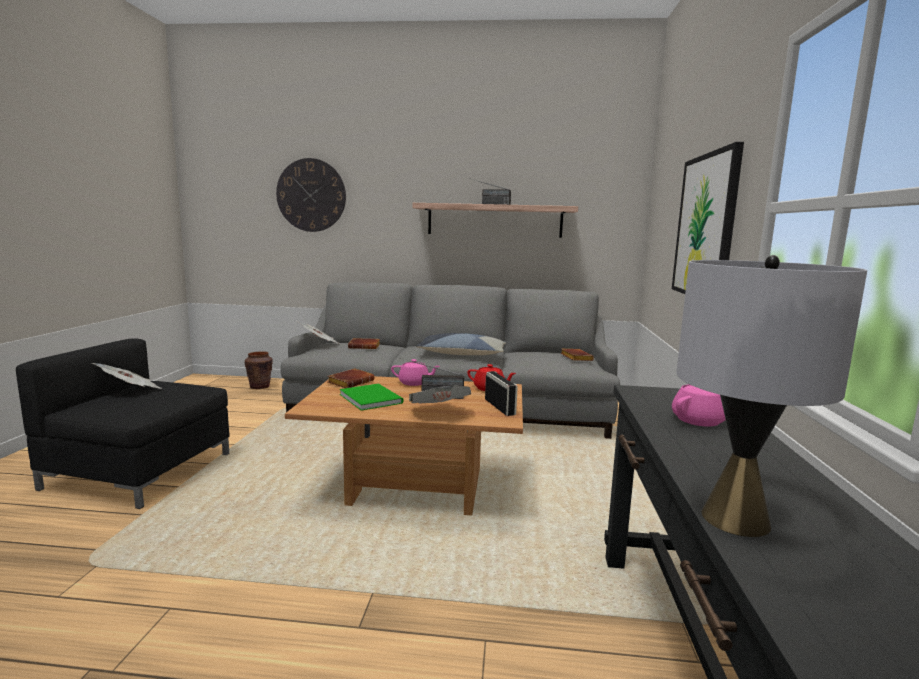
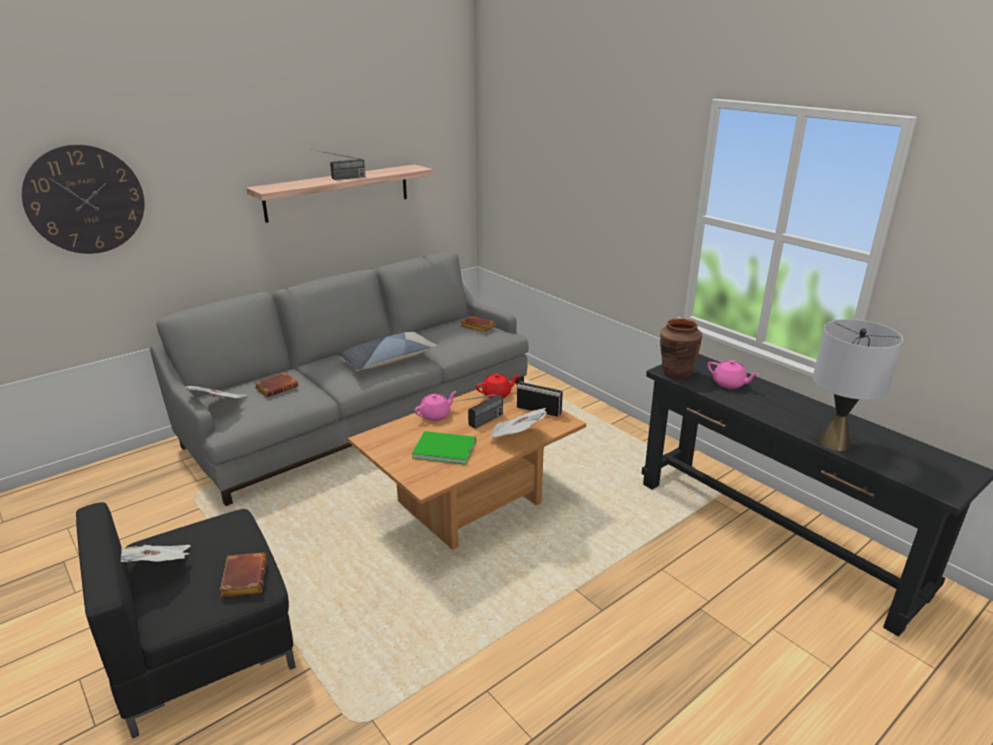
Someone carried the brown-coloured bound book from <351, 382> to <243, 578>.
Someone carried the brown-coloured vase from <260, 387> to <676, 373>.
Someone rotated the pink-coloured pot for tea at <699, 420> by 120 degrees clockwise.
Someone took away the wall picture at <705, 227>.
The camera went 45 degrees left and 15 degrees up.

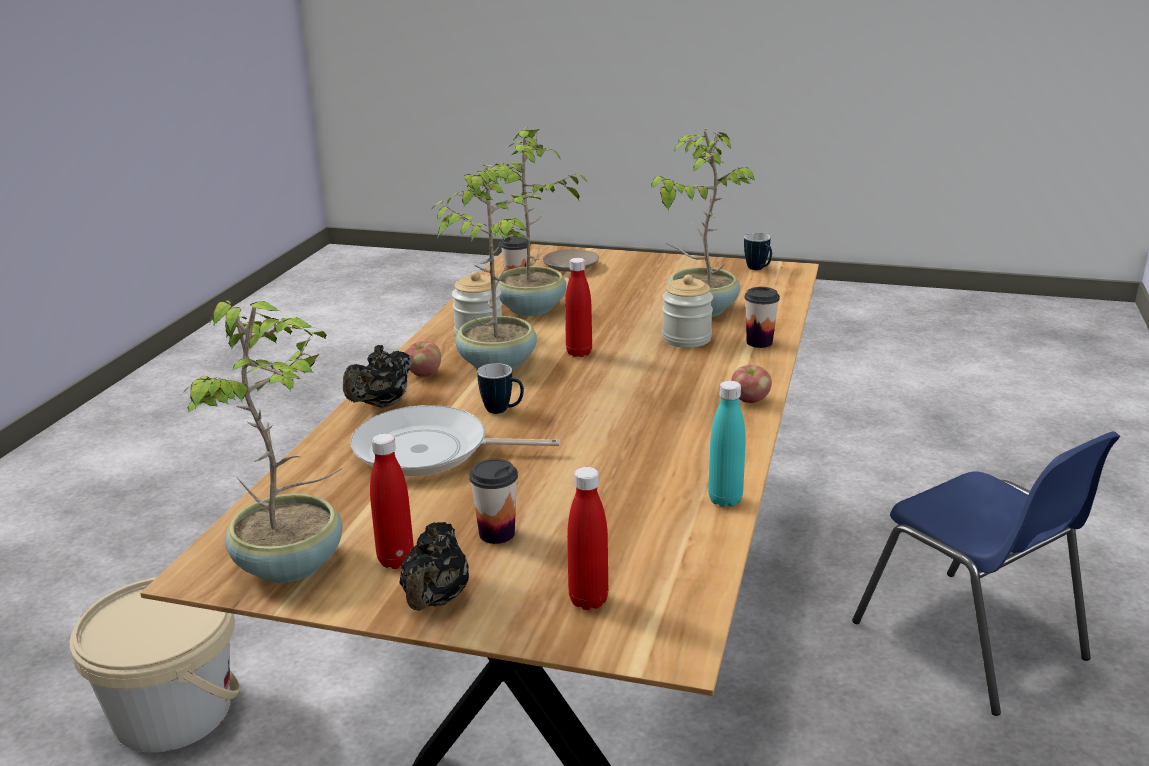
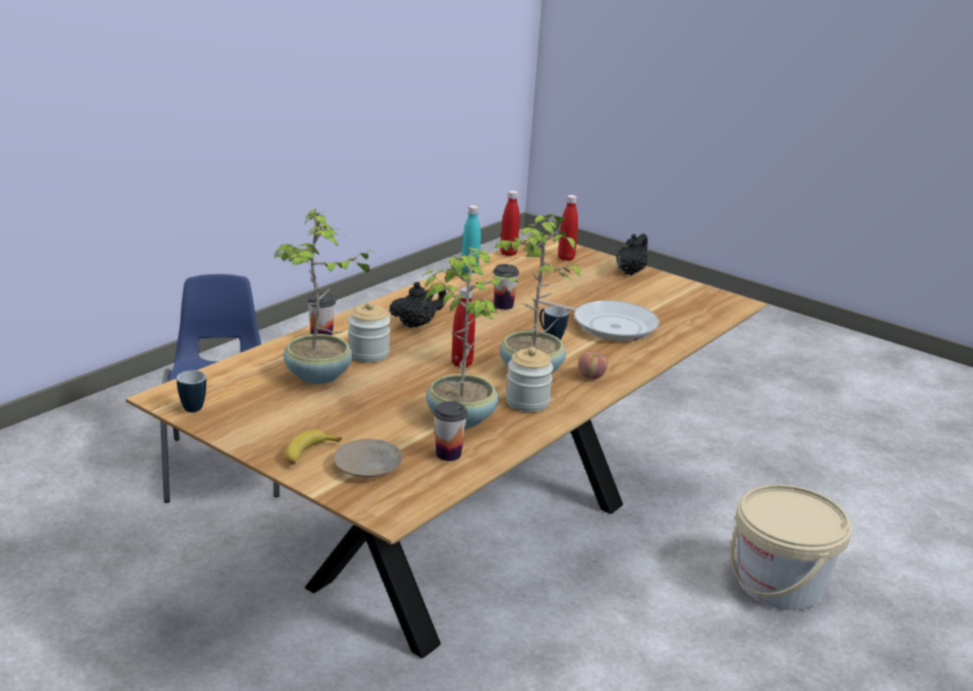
Someone put down the banana at <308, 454>.
Someone carried the blackish pot for tea from <382, 404> to <417, 324>.
Someone carried the drinking cup from <497, 534> to <503, 305>.
Someone carried the reddish drink bottle from <396, 560> to <508, 253>.
Someone took away the potted plant at <292, 564>.
Someone took away the apple at <750, 400>.
The camera went 160 degrees left and 0 degrees up.

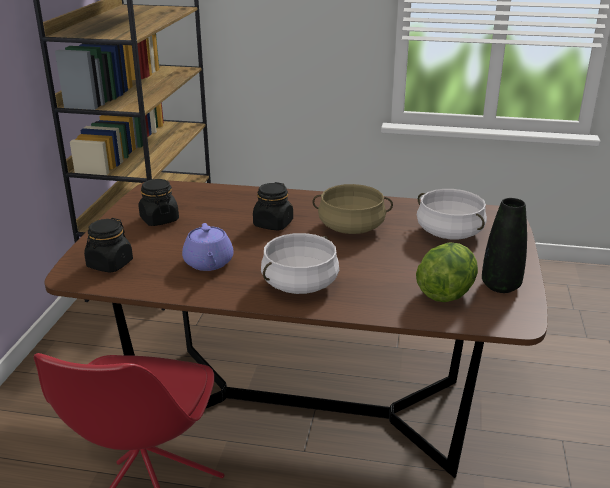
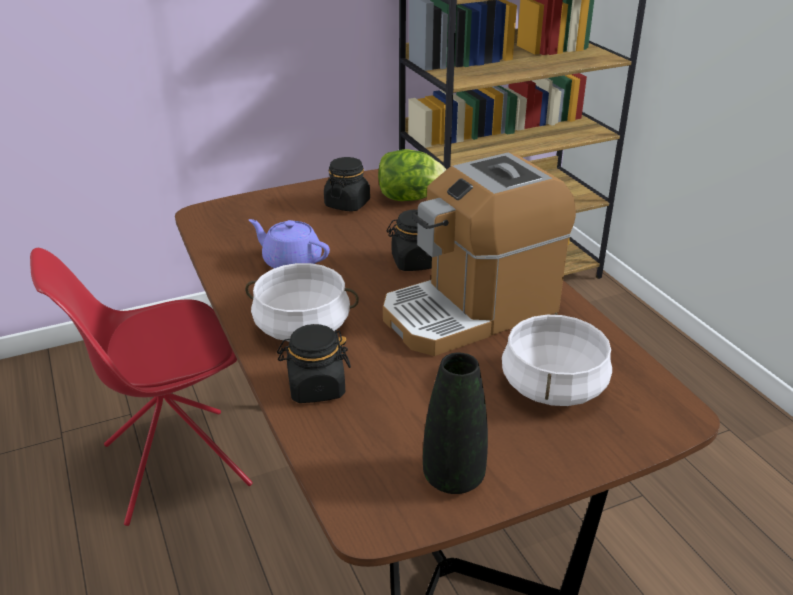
Someone rotated the purplish pot for tea at <208, 263> by 75 degrees clockwise.
Someone carried the blackish jar from <110, 264> to <316, 388>.
Someone carried the head of lettuce from <446, 293> to <409, 198>.
Someone swapped the beige stockpot at <351, 227> for the coffee brewer at <471, 311>.
The camera went 55 degrees right and 5 degrees up.

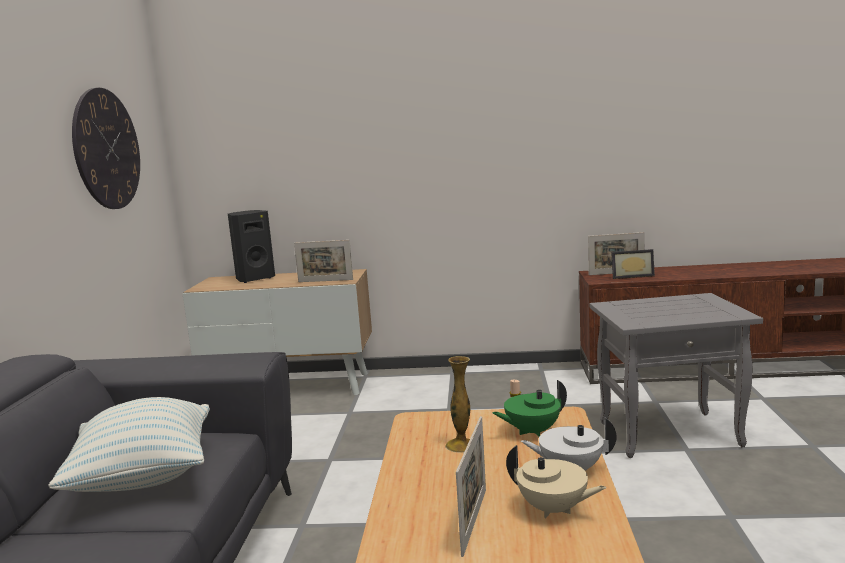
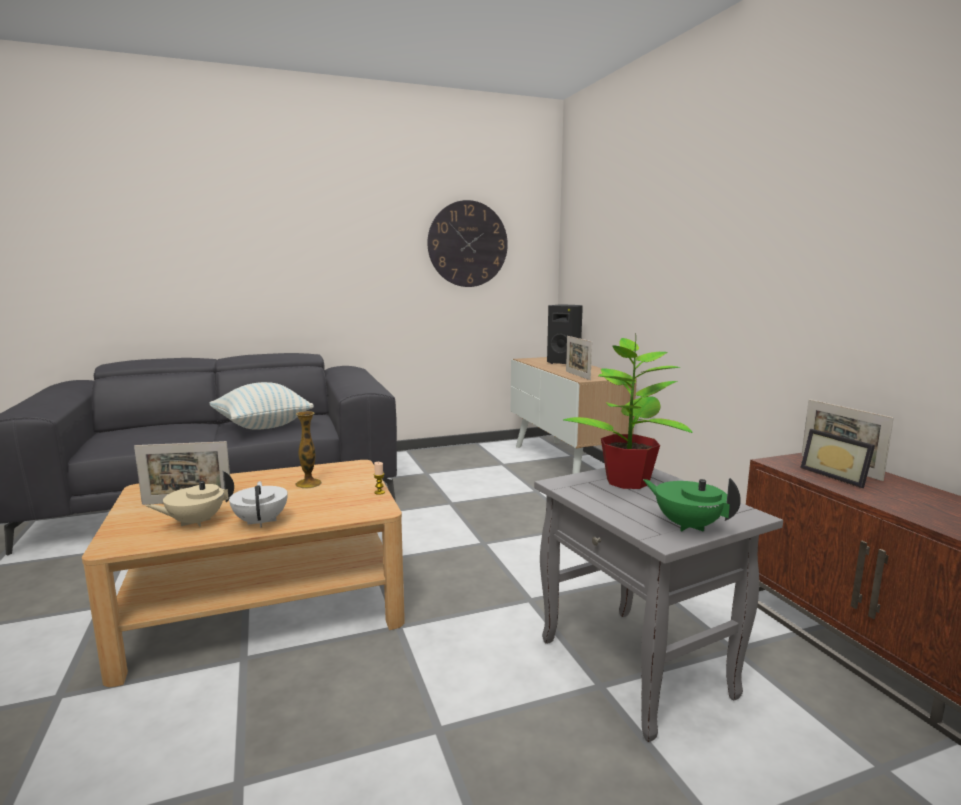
Someone rotated the beige pot for tea at <553, 509> by 45 degrees clockwise.
Someone put down the potted plant at <627, 482>.
Someone carried the green pot for tea from <531, 431> to <687, 525>.
The camera went 65 degrees right and 0 degrees up.

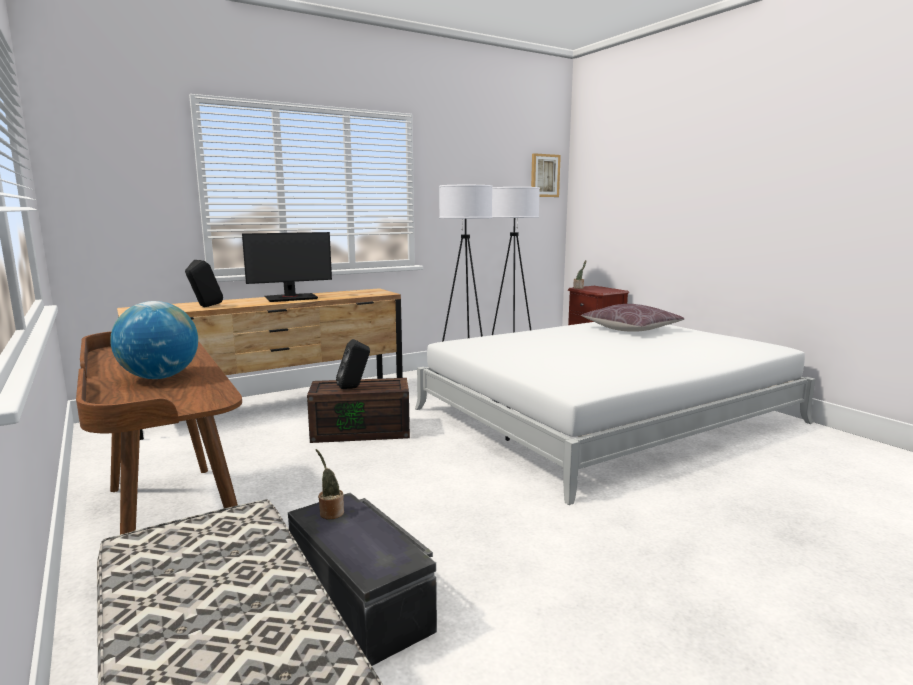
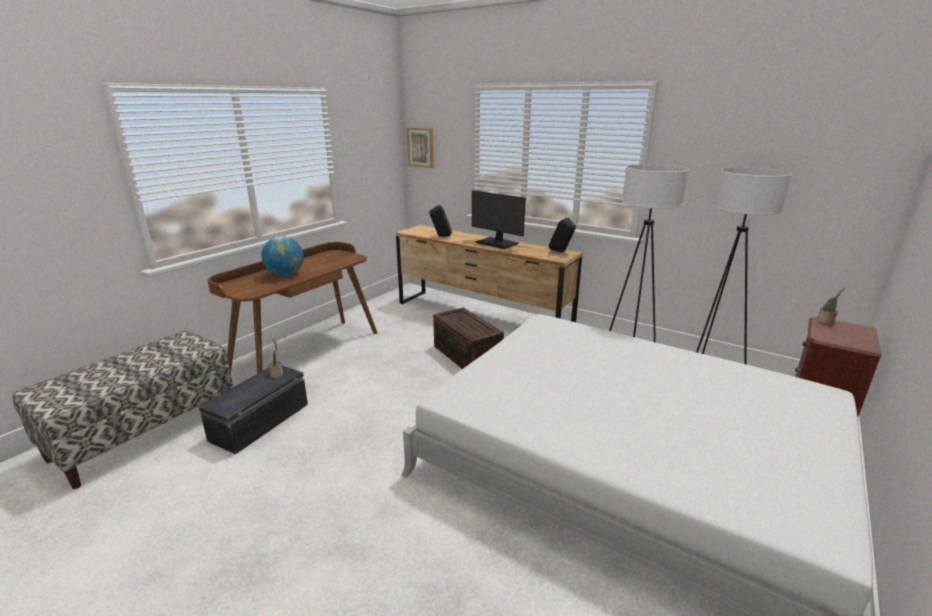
Someone carried the wall picture from <544, 175> to <421, 147>.
Someone carried the blackish loudspeaker from <354, 388> to <561, 252>.
Someone took away the brown-coloured cushion at <631, 329>.
The camera went 65 degrees right and 10 degrees up.

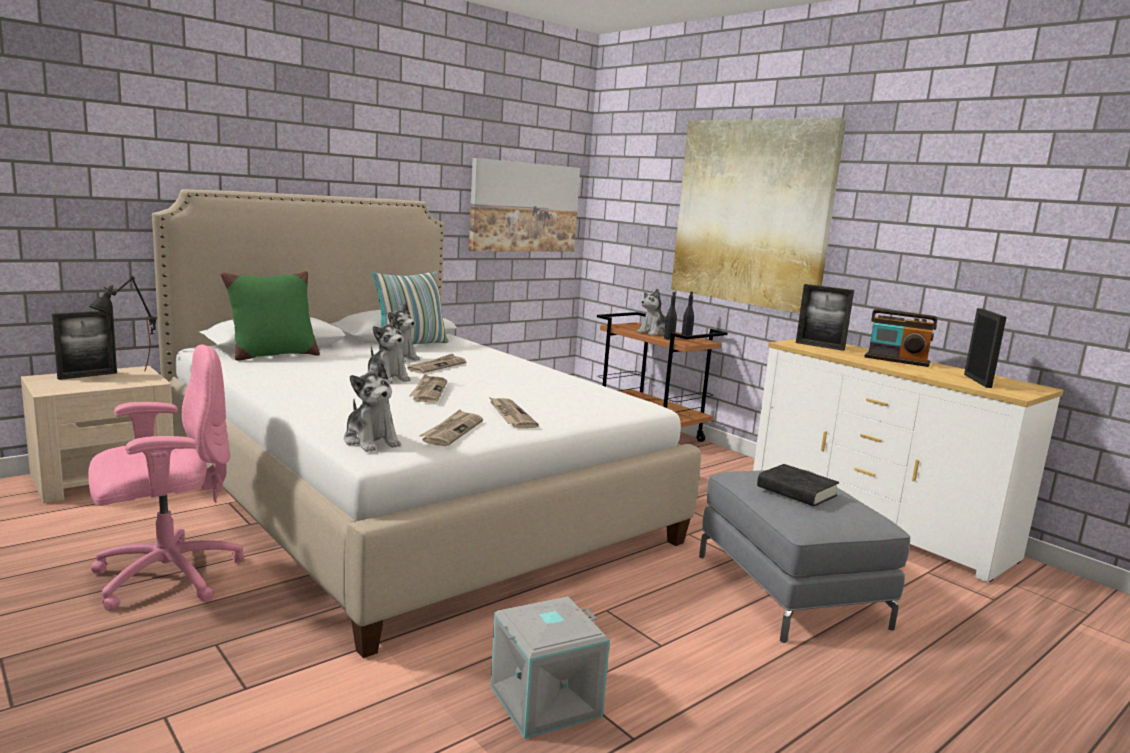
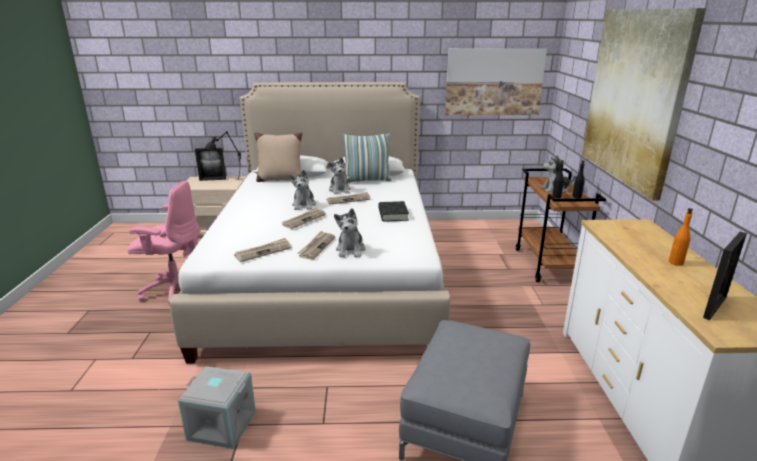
Someone repainted the green cushion at <272, 355>, which became the beige cushion at <280, 180>.
Someone carried the plush toy from <371, 441> to <350, 250>.
Someone carried the blackish bound book from <796, 491> to <393, 214>.
Someone swapped the radio receiver at <896, 360> for the orangey drink bottle at <675, 262>.
Someone took away the picture frame at <819, 346>.
The camera went 40 degrees right and 10 degrees up.

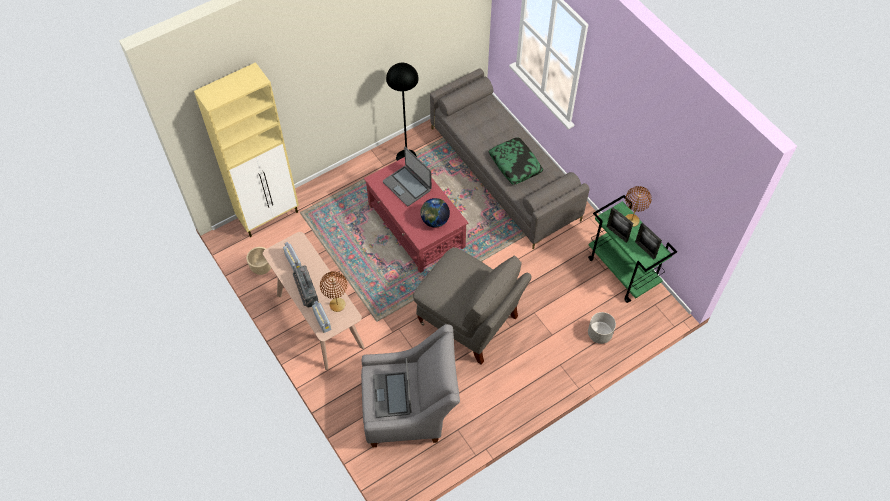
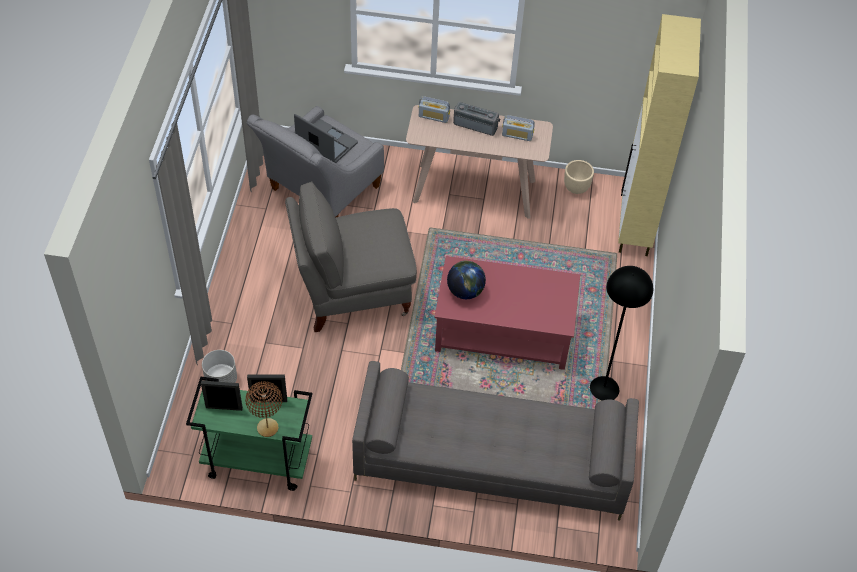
Someone took away the brown-coloured lamp for a table at <337, 305>.
Someone took away the laptop at <407, 186>.
Someone took away the cushion at <515, 164>.
The camera went 130 degrees right and 5 degrees down.

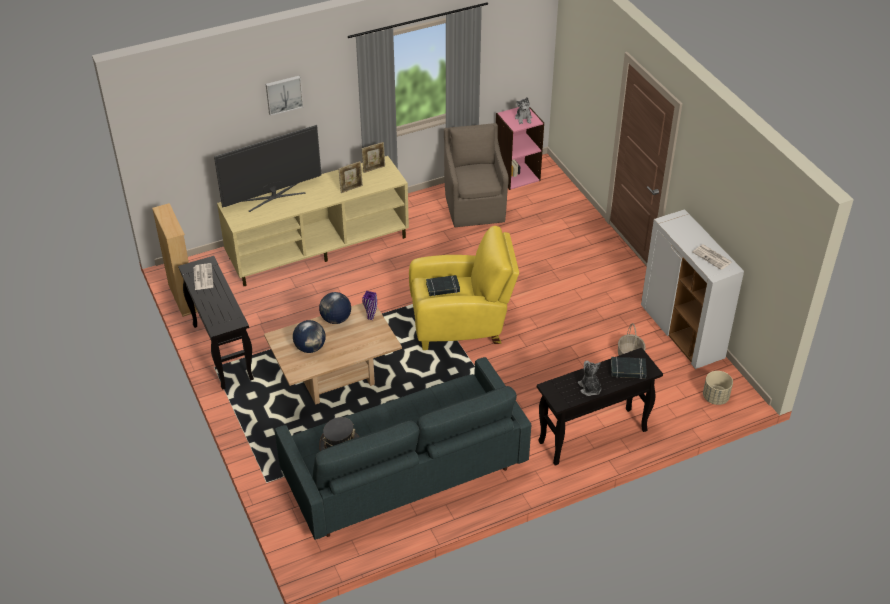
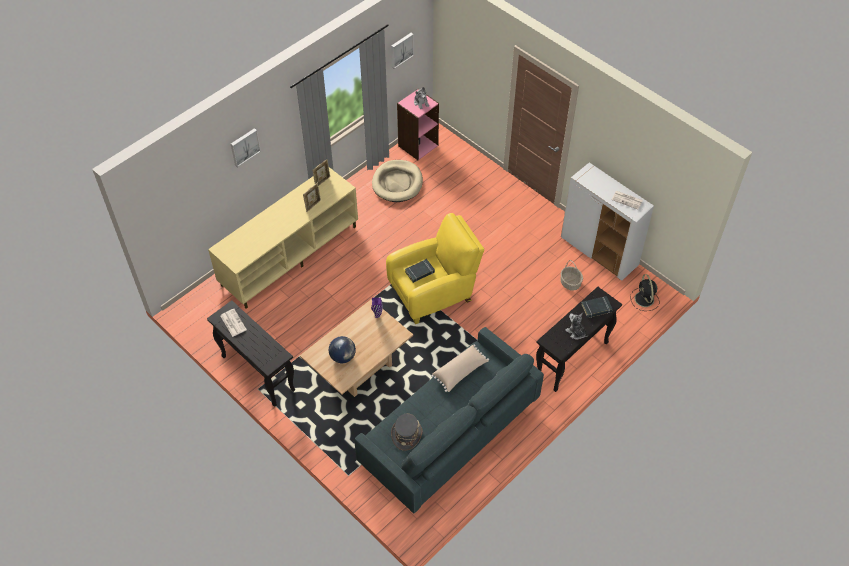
Someone swapped the brown-coloured armchair at <474, 206> for the beige pet bed at <397, 183>.
Someone put up the wall picture at <401, 49>.
Someone put down the beige cushion at <460, 372>.
Someone swapped the beige planter at <715, 397> for the blackish fan at <644, 300>.
Someone took away the beige bookshelf at <183, 298>.
Someone took away the TV set at <273, 196>.
Someone took away the world globe at <336, 319>.
The camera went 20 degrees left and 10 degrees up.

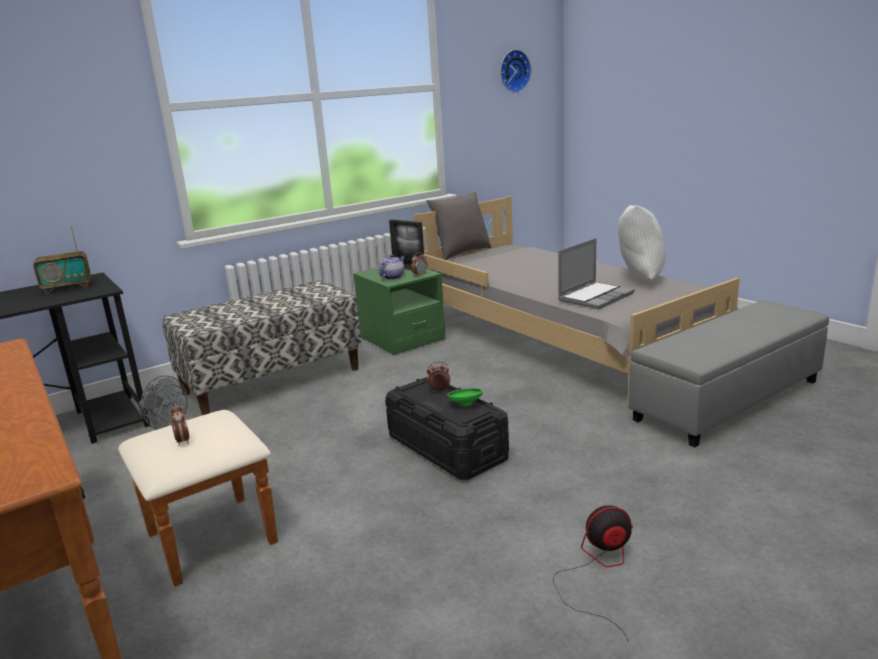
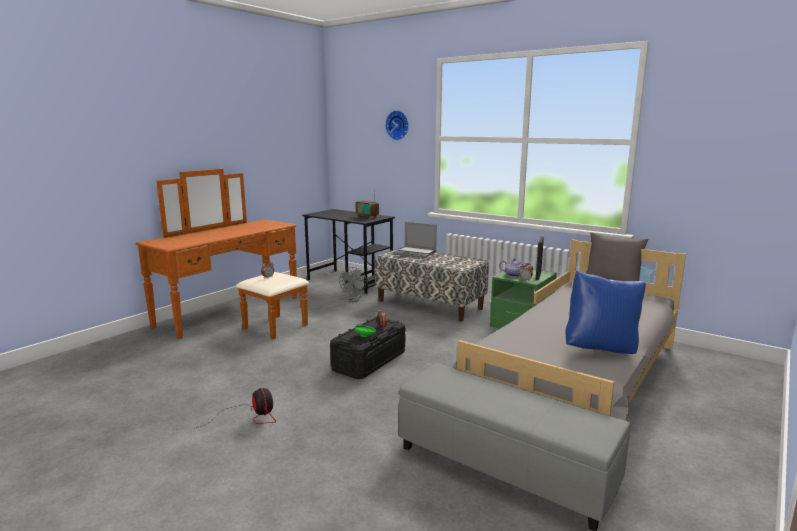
Someone carried the clock on the wall from <513, 71> to <398, 125>.
Someone carried the laptop from <595, 296> to <415, 253>.
Someone repainted the whitish cushion at <638, 279>, which became the bluish cushion at <601, 349>.
The camera went 70 degrees right and 5 degrees down.

